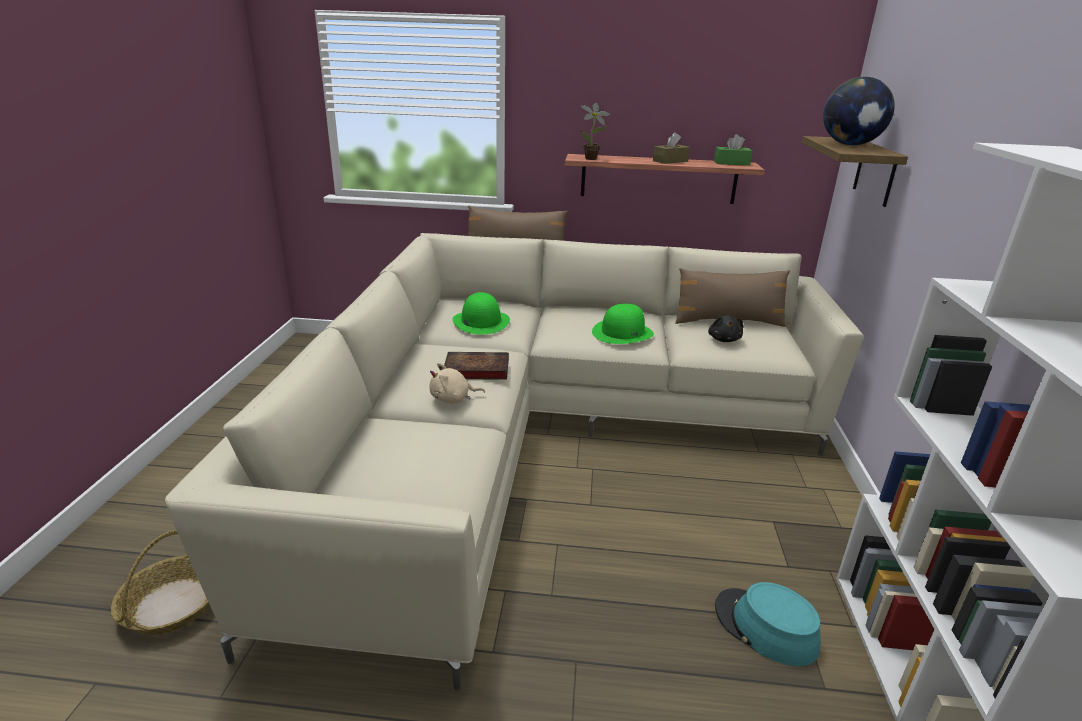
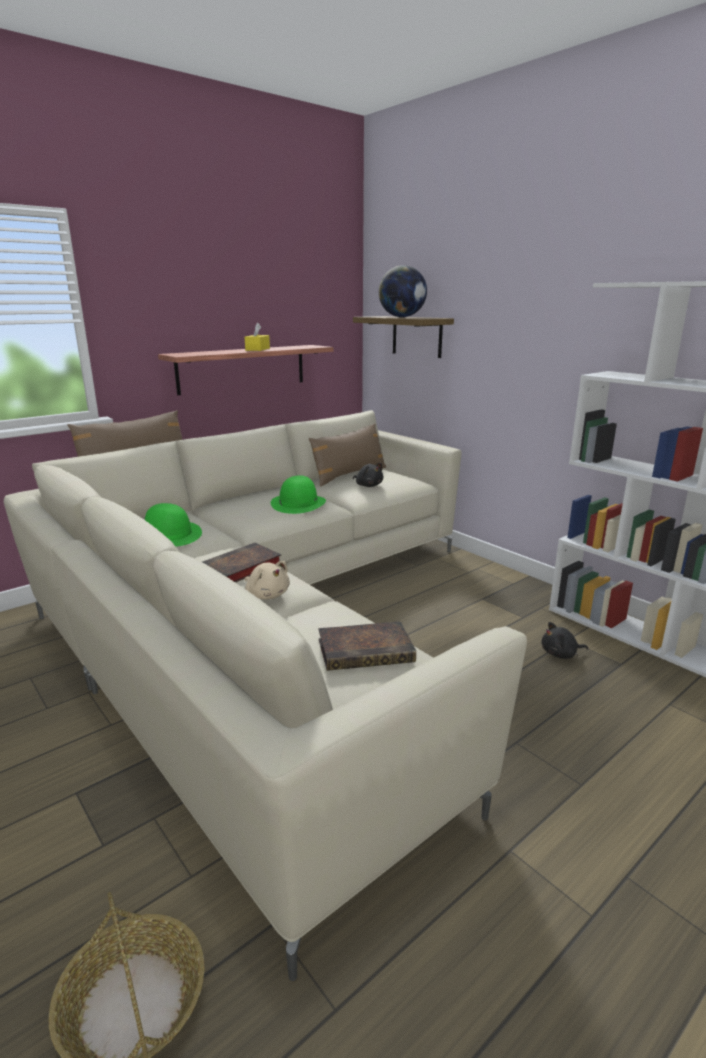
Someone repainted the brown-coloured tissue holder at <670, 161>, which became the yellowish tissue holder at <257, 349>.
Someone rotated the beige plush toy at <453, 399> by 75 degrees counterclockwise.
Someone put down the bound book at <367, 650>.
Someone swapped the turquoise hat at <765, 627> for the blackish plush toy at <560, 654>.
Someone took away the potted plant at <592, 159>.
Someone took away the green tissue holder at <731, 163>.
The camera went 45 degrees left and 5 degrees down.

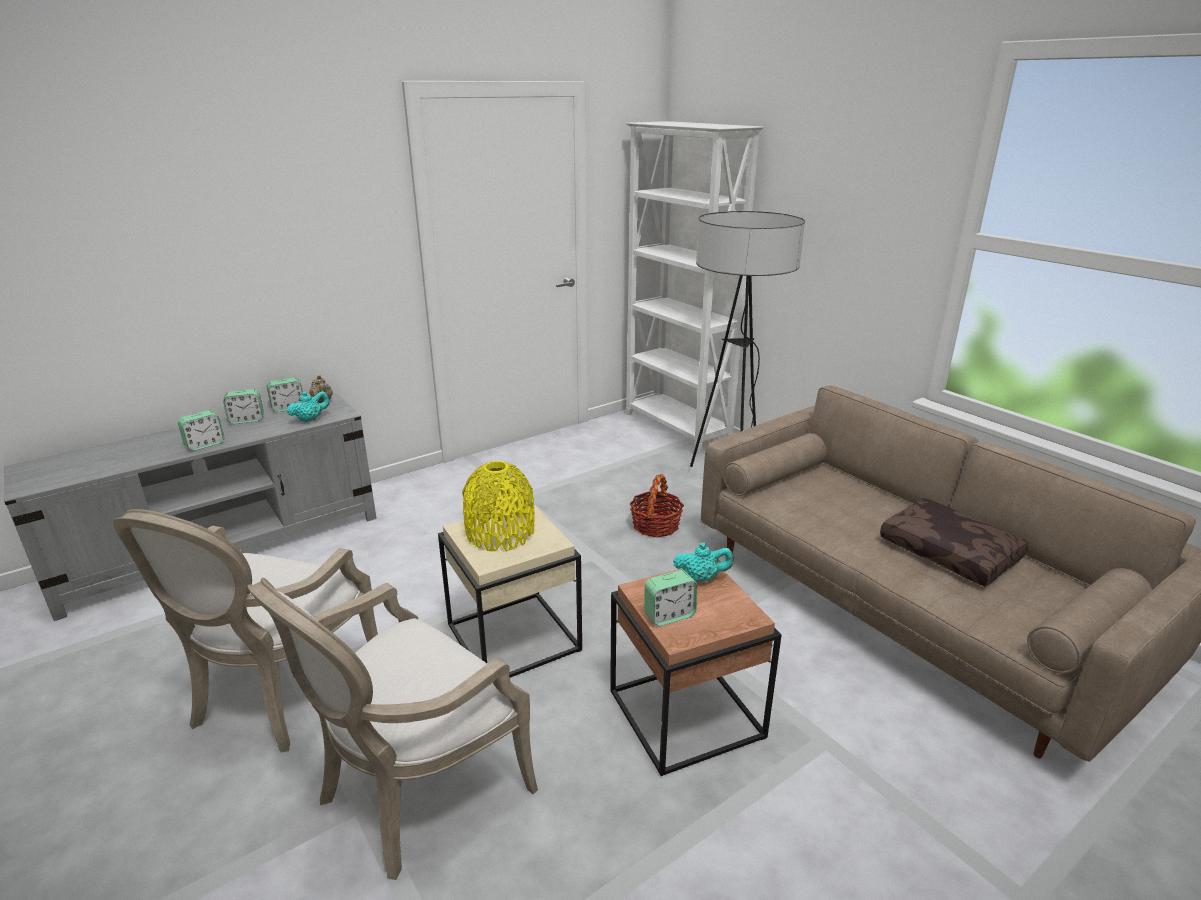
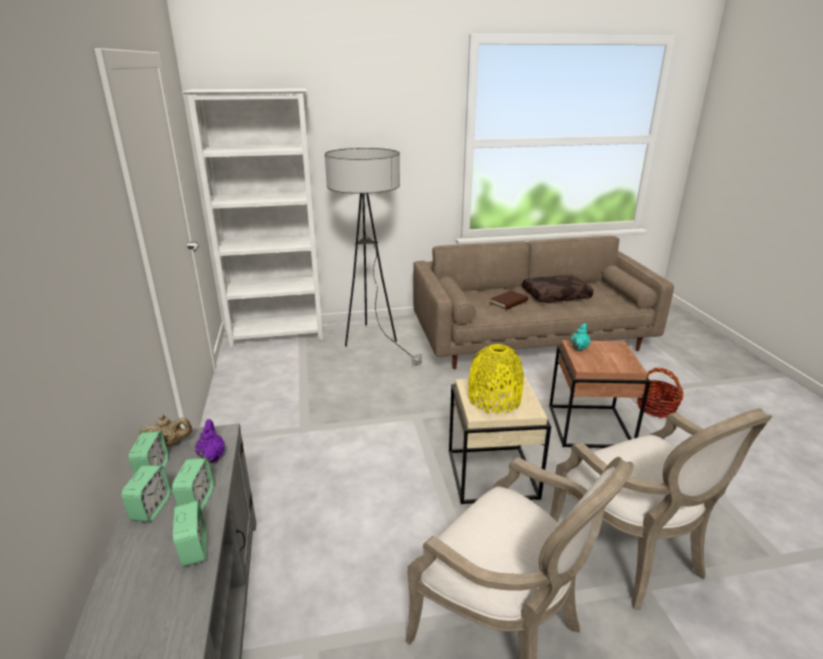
Someone carried the bedside clock from <669, 615> to <197, 500>.
Someone repainted the turquoise pot for tea at <310, 419>, which became the purplish pot for tea at <212, 456>.
Someone put down the brown-coloured bound book at <509, 302>.
Someone carried the household basket from <655, 525> to <656, 408>.
The camera went 65 degrees left and 0 degrees up.

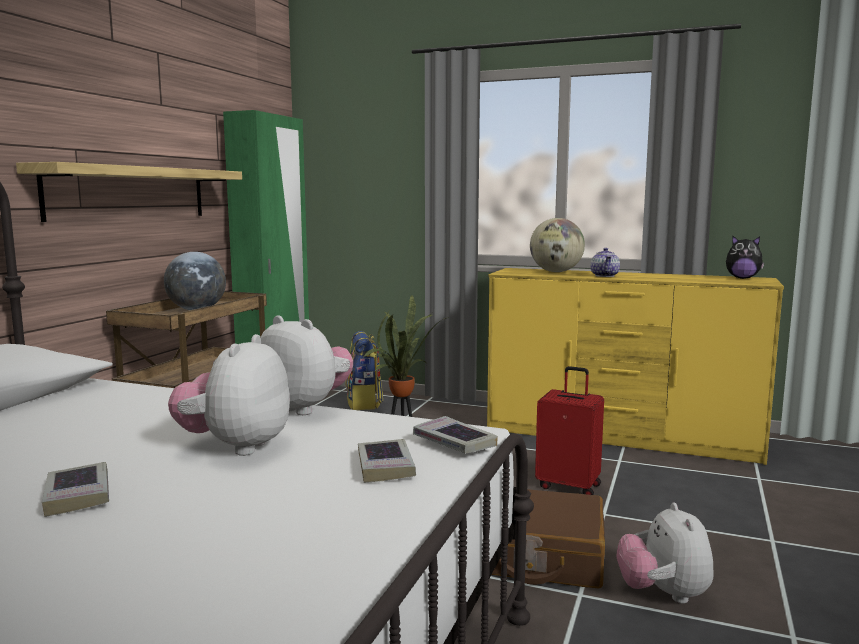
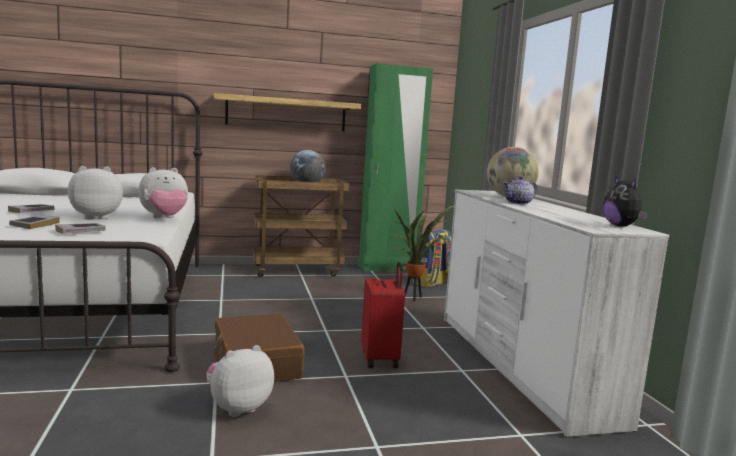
Someone carried the bound book from <454, 442> to <35, 225>.
Someone rotated the plush toy at <305, 408> by 60 degrees clockwise.
Someone repainted the yellowish dresser at <621, 437>, which became the whitish dresser at <519, 365>.
The camera went 55 degrees right and 0 degrees up.

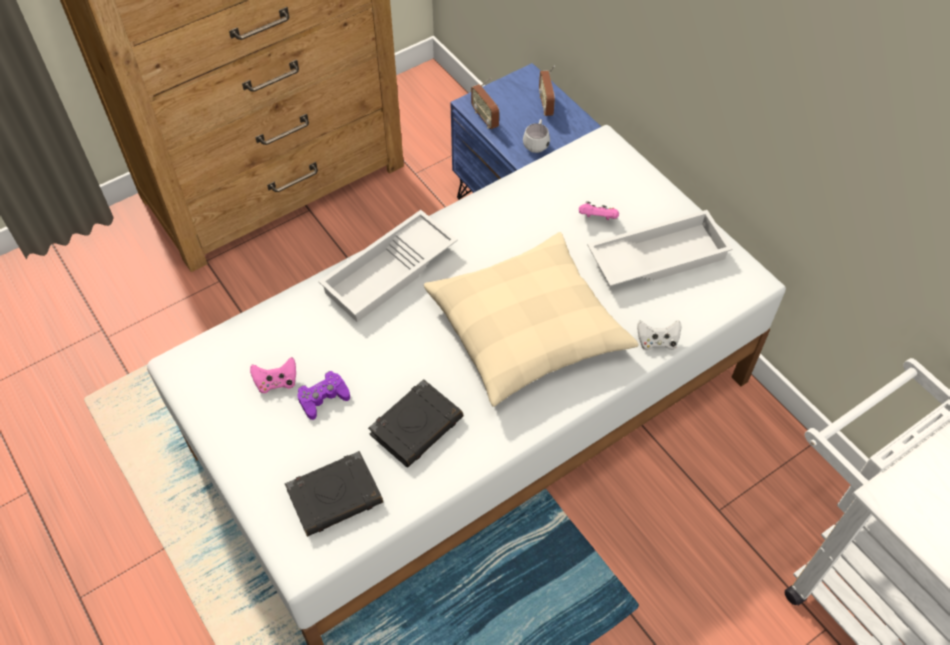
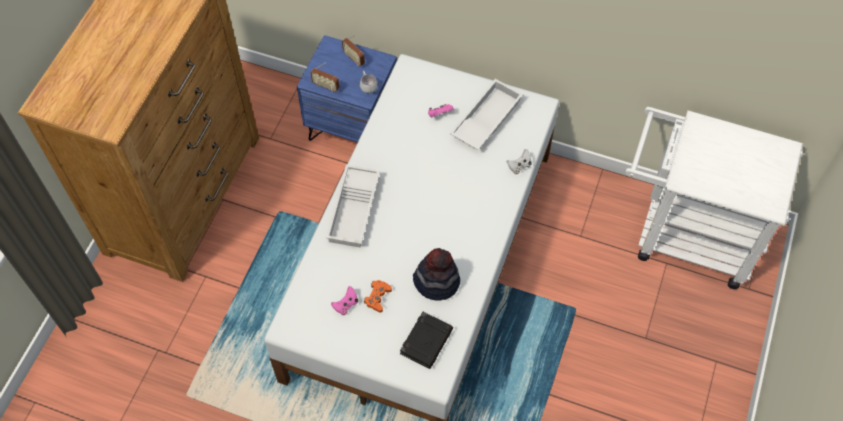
Someone repainted the purplish game controller at <323, 398>, which became the orangey game controller at <377, 297>.
Someone swapped the blackish bound book at <416, 425> for the hat at <436, 281>.
Someone took away the beige cushion at <527, 328>.
The camera went 35 degrees left and 5 degrees up.

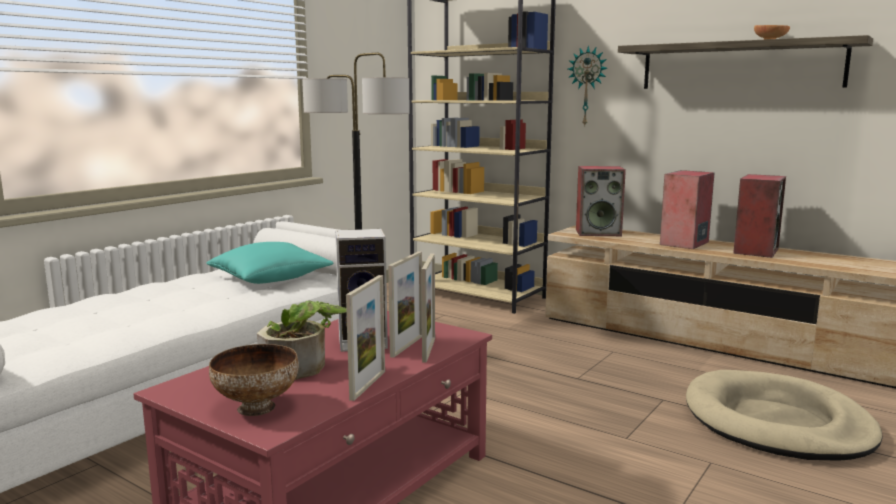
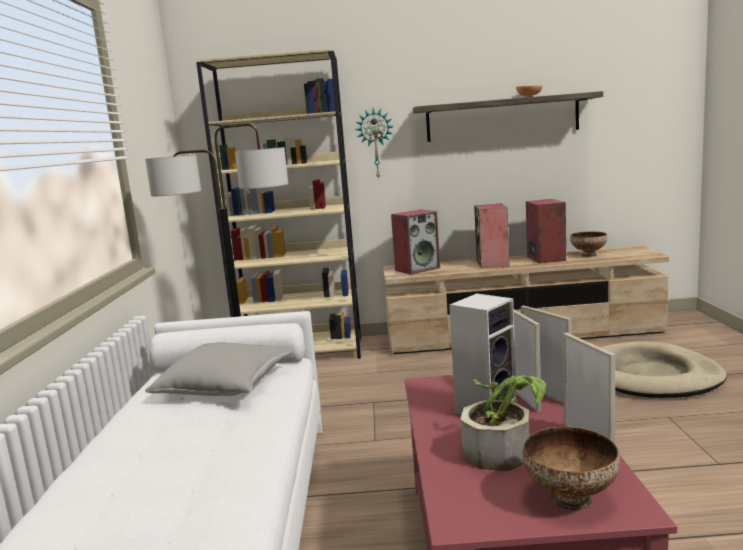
Someone repainted the turquoise cushion at <270, 278>, which became the grey cushion at <226, 386>.
Someone put down the deep dish at <589, 255>.
The camera went 35 degrees left and 0 degrees up.

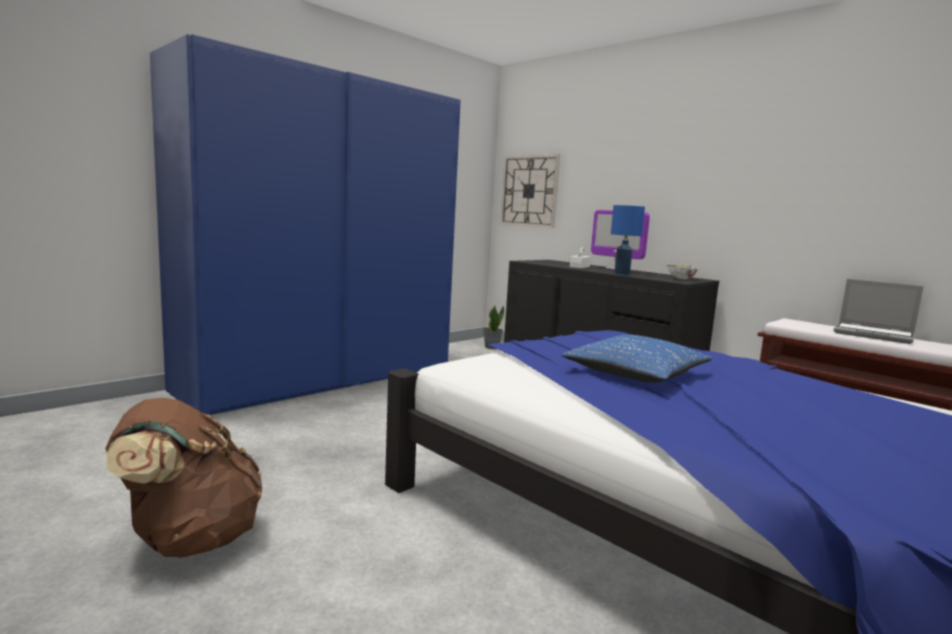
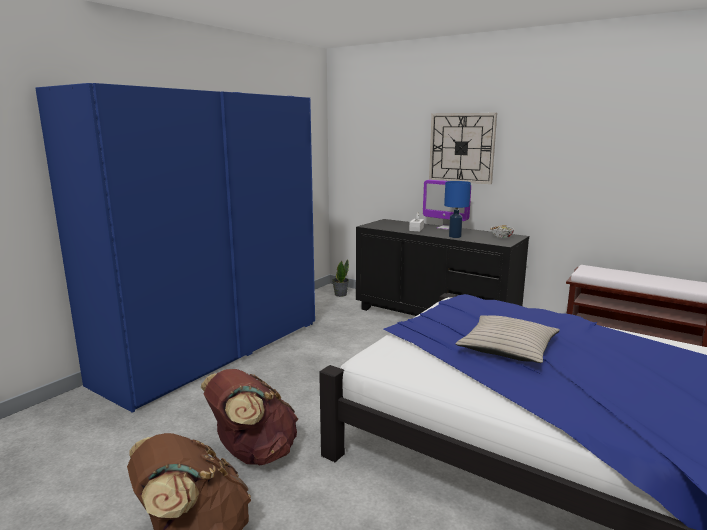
Someone put down the brown-coloured backpack at <253, 453>.
Someone carried the clock on the wall from <529, 191> to <461, 148>.
Someone repainted the bluish cushion at <635, 373>, which became the beige cushion at <507, 348>.
Someone took away the laptop at <874, 335>.
The camera went 10 degrees left and 5 degrees up.

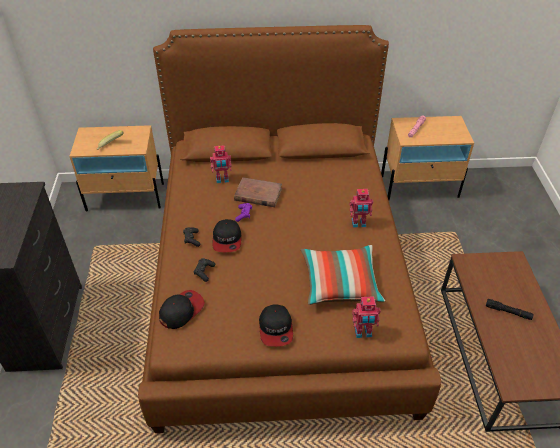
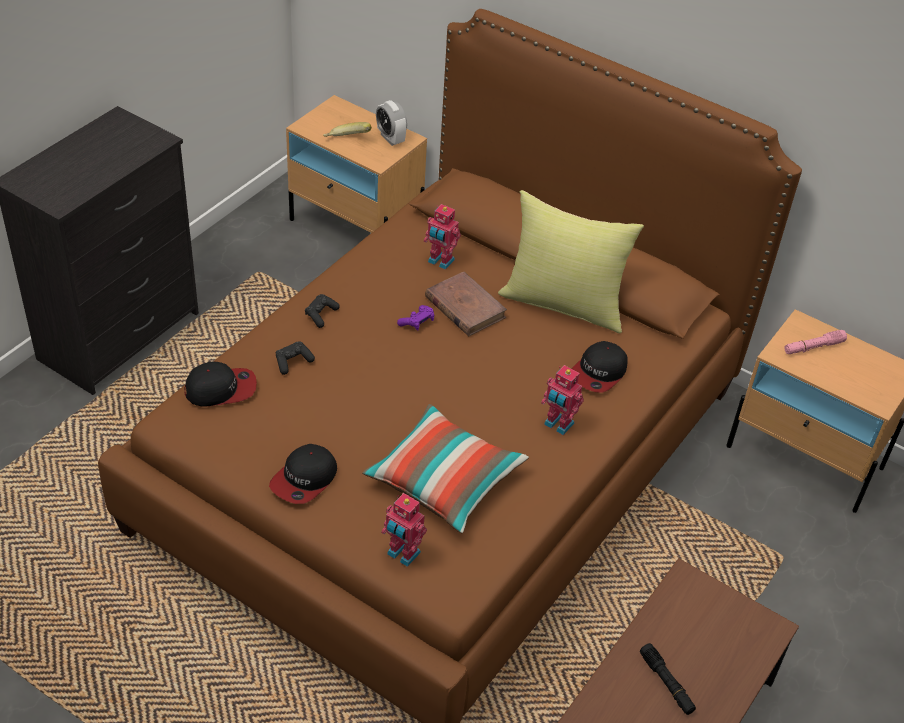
Someone put down the bedside clock at <390, 138>.
Someone put down the yellowish cushion at <564, 303>.
Someone carried the peaked cap from <227, 239> to <598, 373>.
The camera went 35 degrees right and 0 degrees up.

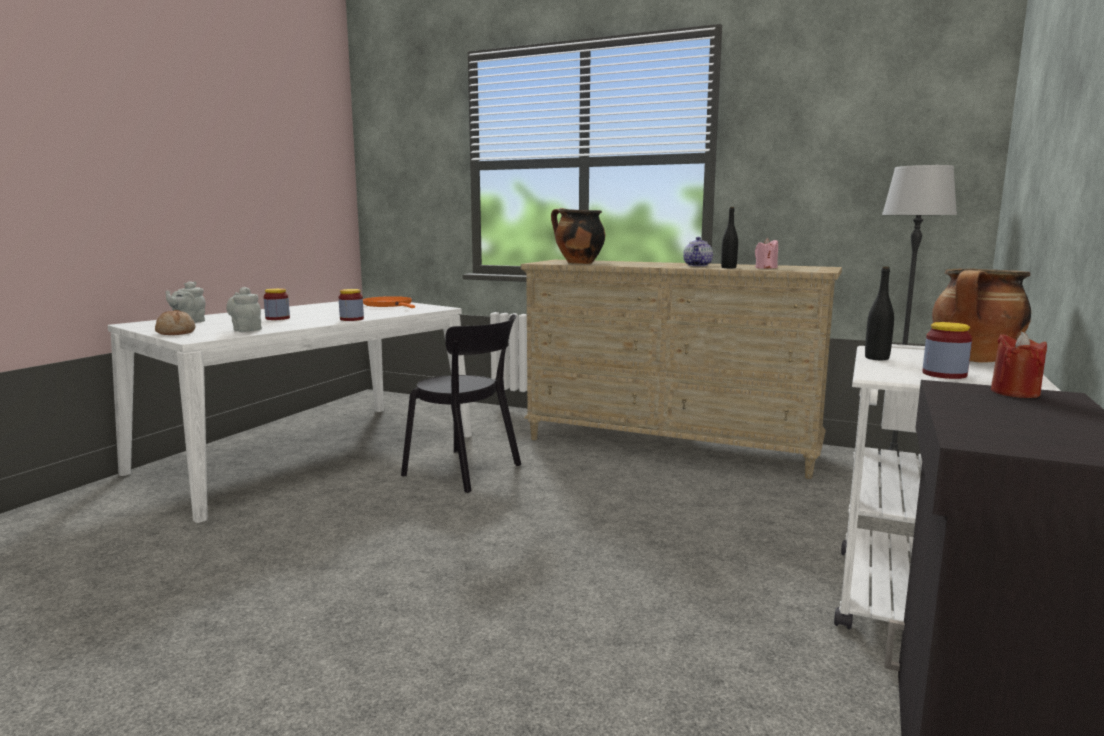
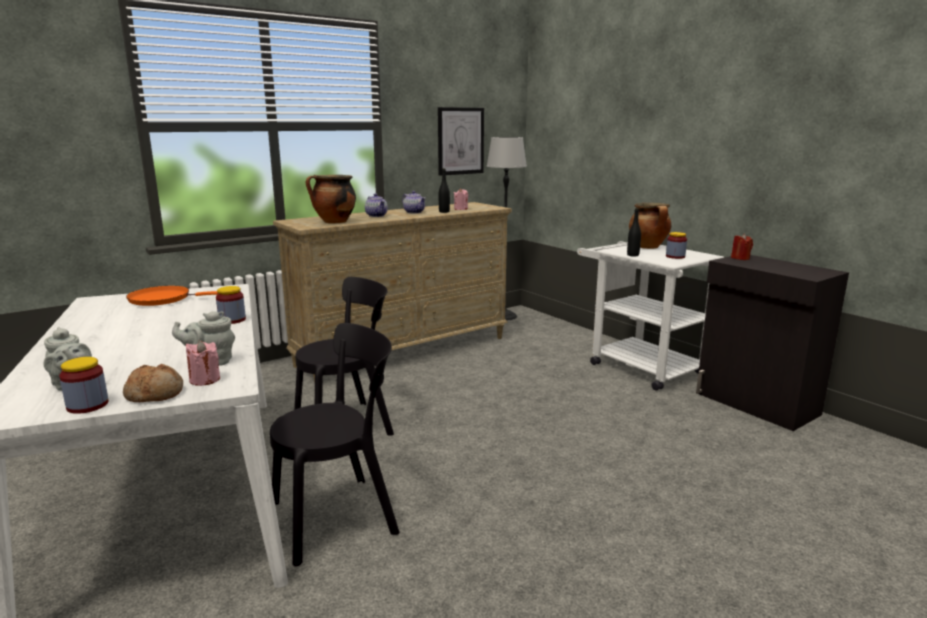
Someone carried the jar from <277, 318> to <87, 405>.
Someone put down the pink-coloured candle at <205, 380>.
Someone put down the blackish chair at <340, 516>.
Someone put down the pot for tea at <377, 215>.
Someone put up the wall picture at <460, 141>.
The camera went 60 degrees left and 5 degrees up.

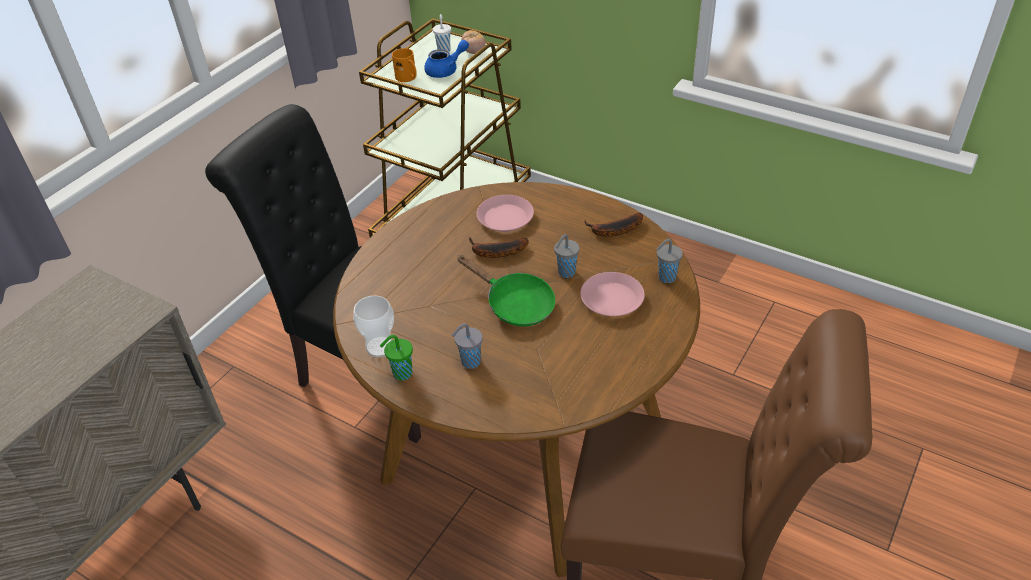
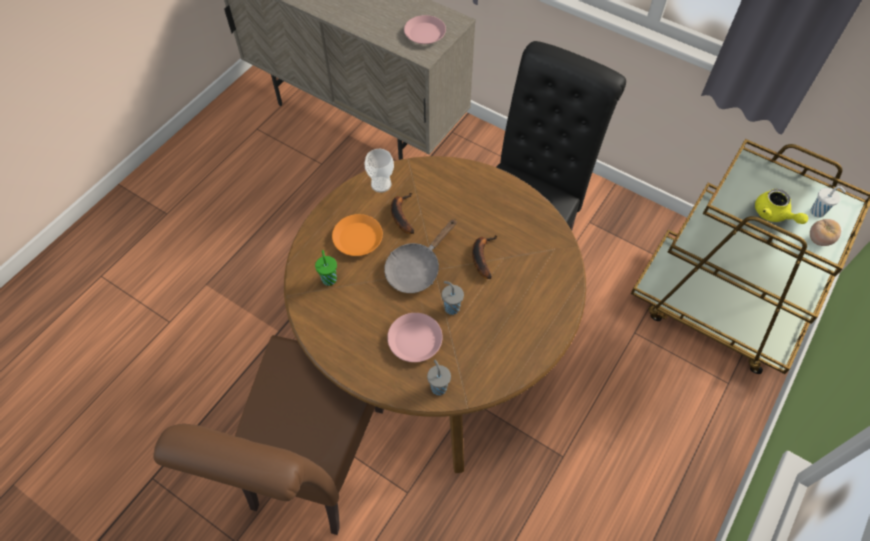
Someone carried the green drinking cup from <401, 374> to <329, 278>.
Someone swapped the grey drinking cup at <469, 362> for the orangey flat dish at <357, 238>.
Someone repainted the green frying pan at <515, 304>, which became the grey frying pan at <416, 269>.
Someone carried the banana from <613, 230> to <401, 215>.
Someone carried the pink-coloured flat dish from <505, 218> to <424, 33>.
Someone repainted the bluish pot for tea at <446, 70>, which became the yellowish pot for tea at <774, 215>.
Someone took away the orangey tea mug at <408, 78>.
The camera went 90 degrees right and 15 degrees up.

